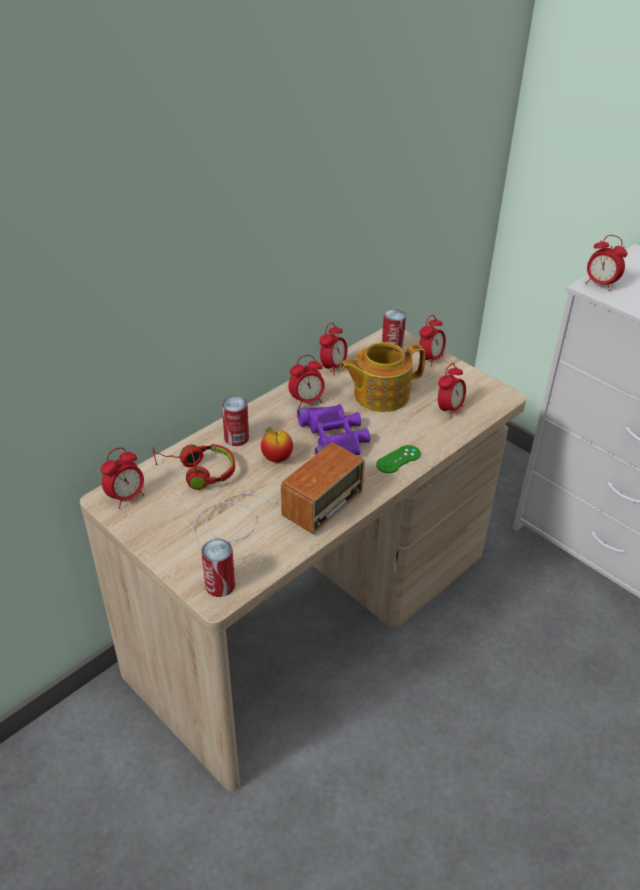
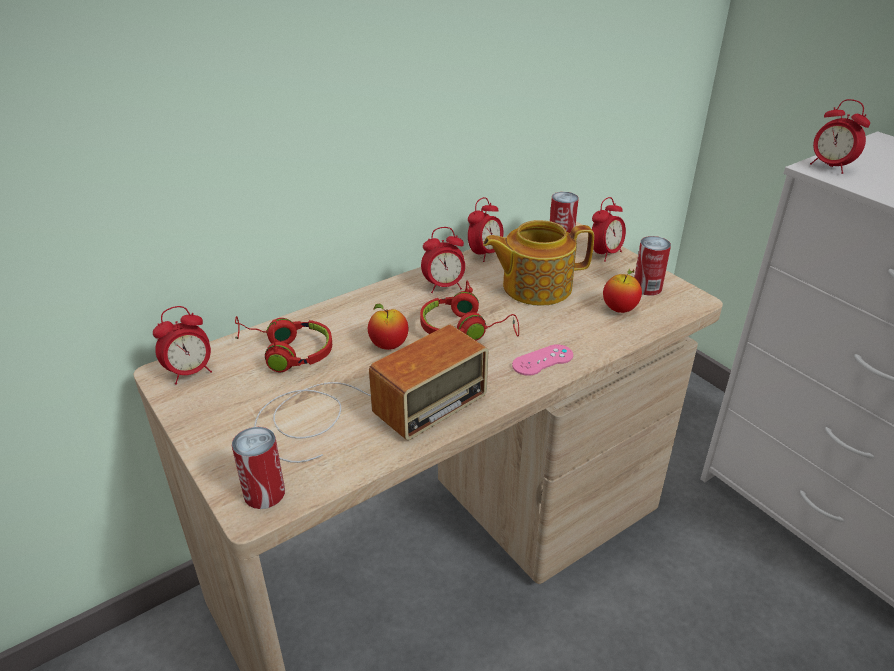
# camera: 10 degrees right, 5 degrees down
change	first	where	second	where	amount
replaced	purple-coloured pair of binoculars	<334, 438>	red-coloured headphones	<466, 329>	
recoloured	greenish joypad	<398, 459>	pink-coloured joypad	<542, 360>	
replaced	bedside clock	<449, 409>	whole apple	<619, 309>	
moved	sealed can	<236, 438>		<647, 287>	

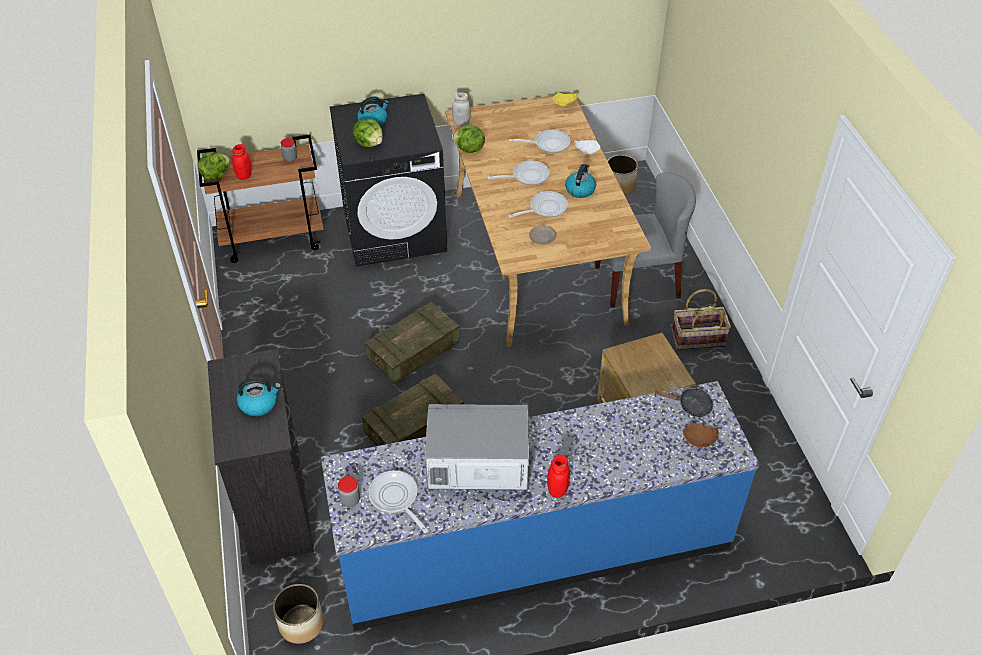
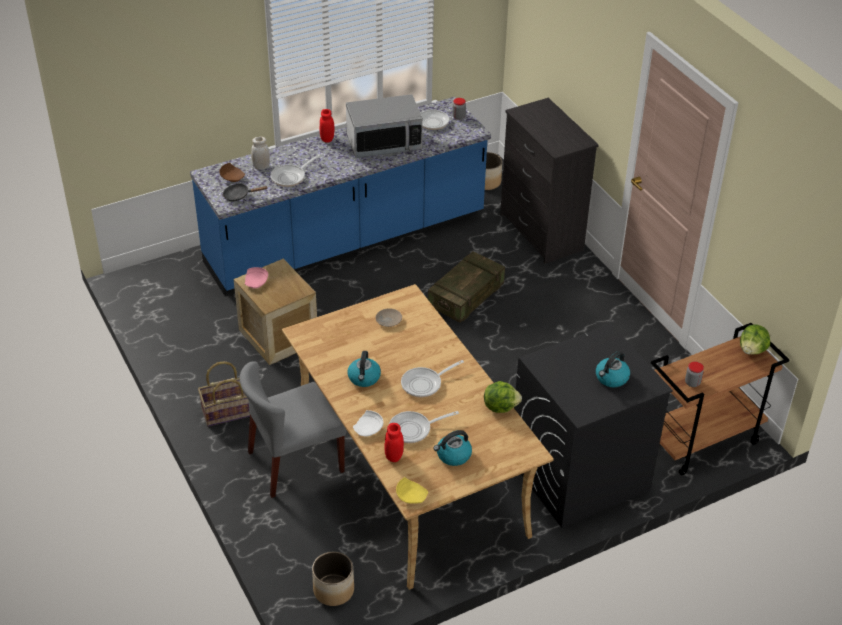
# camera: 165 degrees right, 5 degrees down
change	first	where	second	where	amount
added			pink-coloured plate	<256, 282>	
moved	white jar	<461, 123>		<261, 166>	
moved	pan	<545, 208>		<290, 177>	
moved	red-coloured jar	<244, 176>		<394, 456>	
moved	kettle	<259, 403>		<453, 455>	
removed	lettuce head	<369, 143>			
removed	packing crate	<413, 353>			

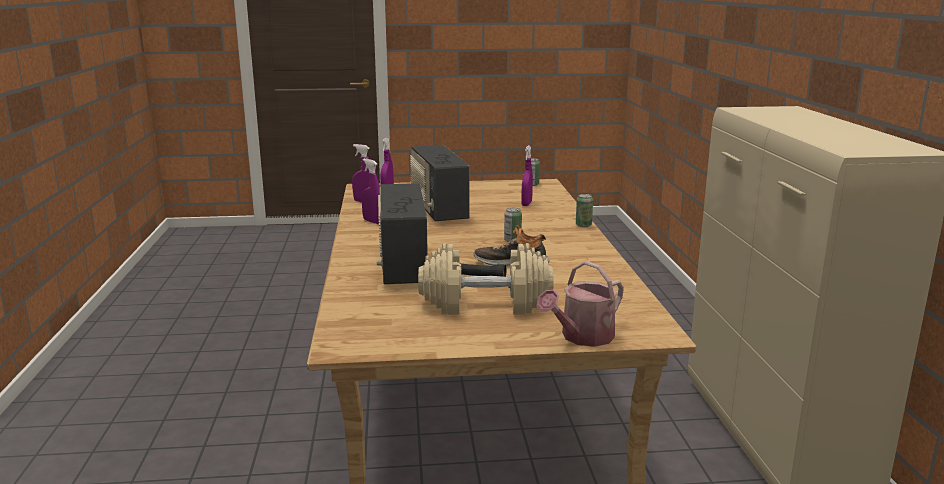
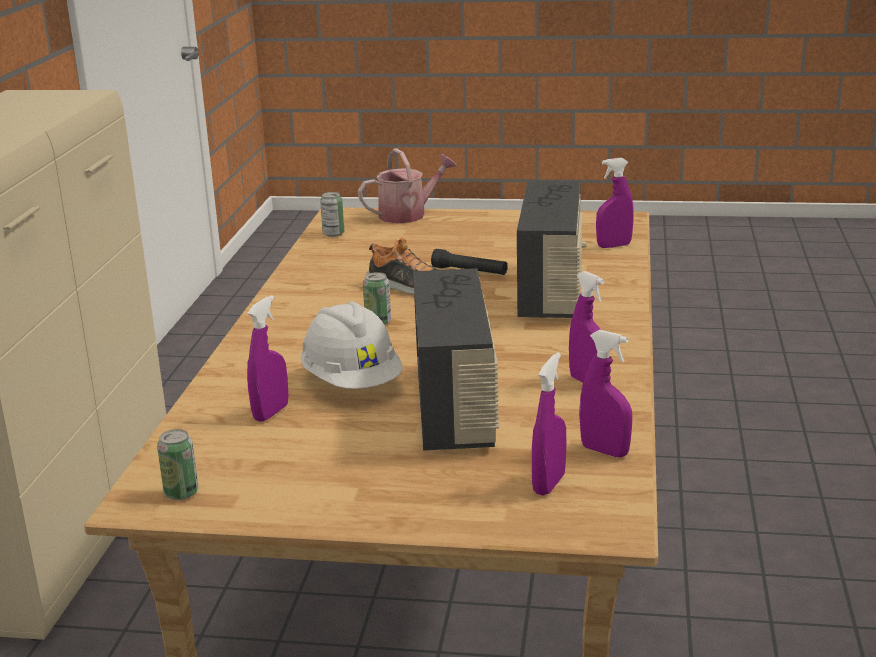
# camera: 165 degrees left, 5 degrees up
change	first	where	second	where	amount
added			white safety helmet	<352, 382>	
moved	sealed can	<583, 225>		<333, 234>	
added			purple-coloured hand sprayer	<614, 246>	
removed	beige-coloured dumbbell	<485, 304>			

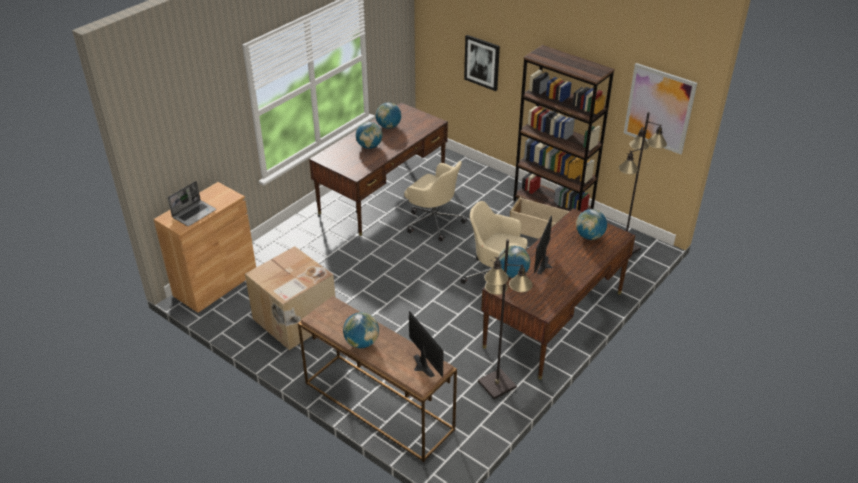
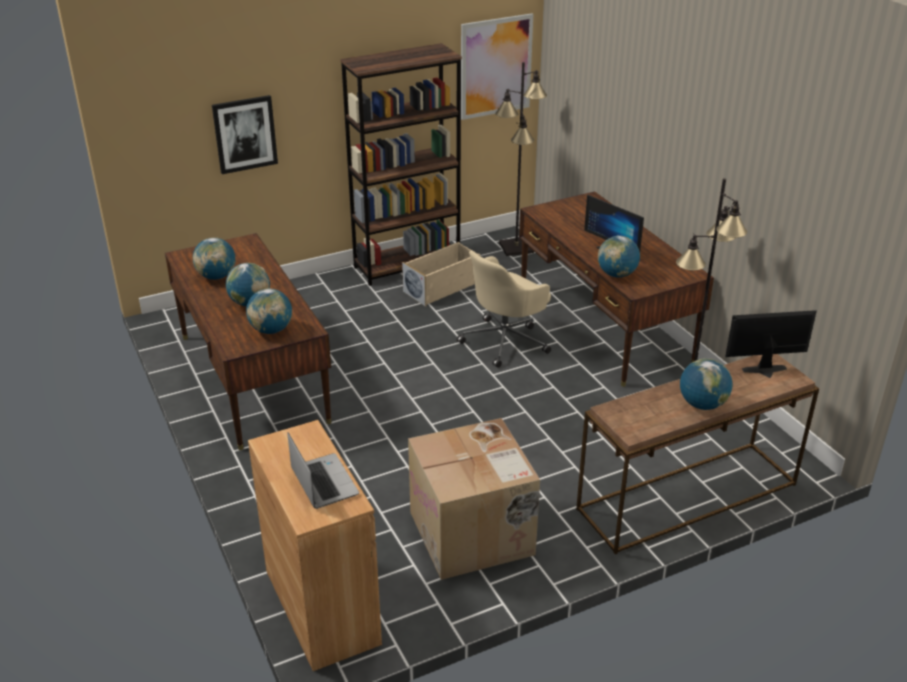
# camera: 65 degrees left, 5 degrees down
change	first	where	second	where	amount
moved	world globe	<589, 236>		<271, 330>	
removed	beige-coloured office chair	<433, 221>			

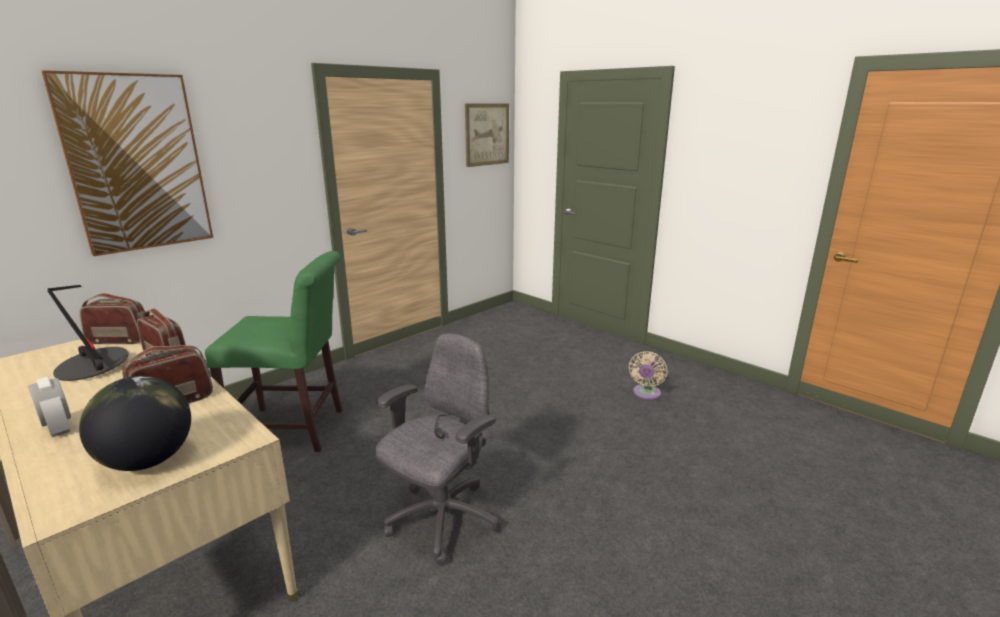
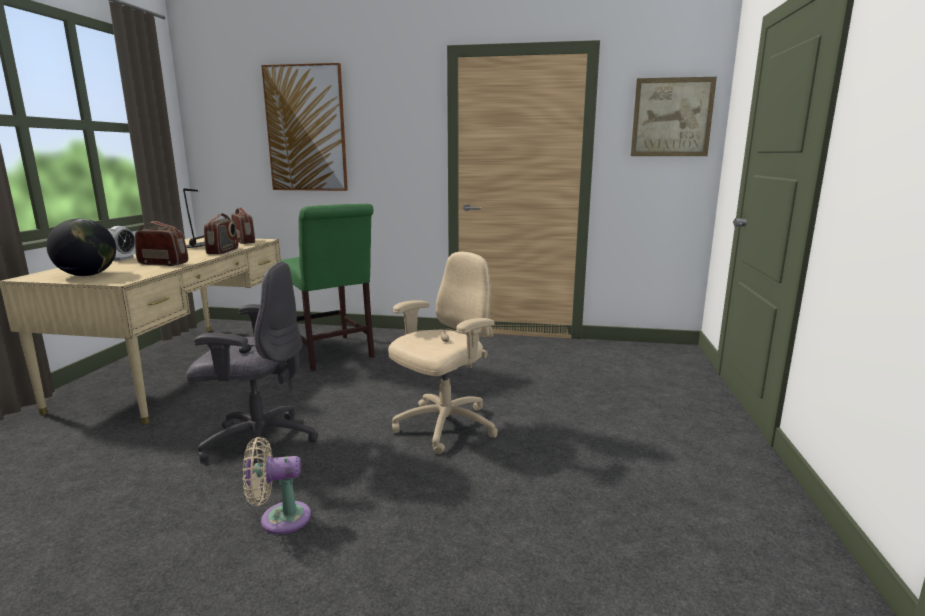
# camera: 55 degrees right, 5 degrees down
change	first	where	second	where	amount
moved	beige-coloured cooling fan	<646, 394>		<280, 519>	
added			beige-coloured office chair	<444, 427>	

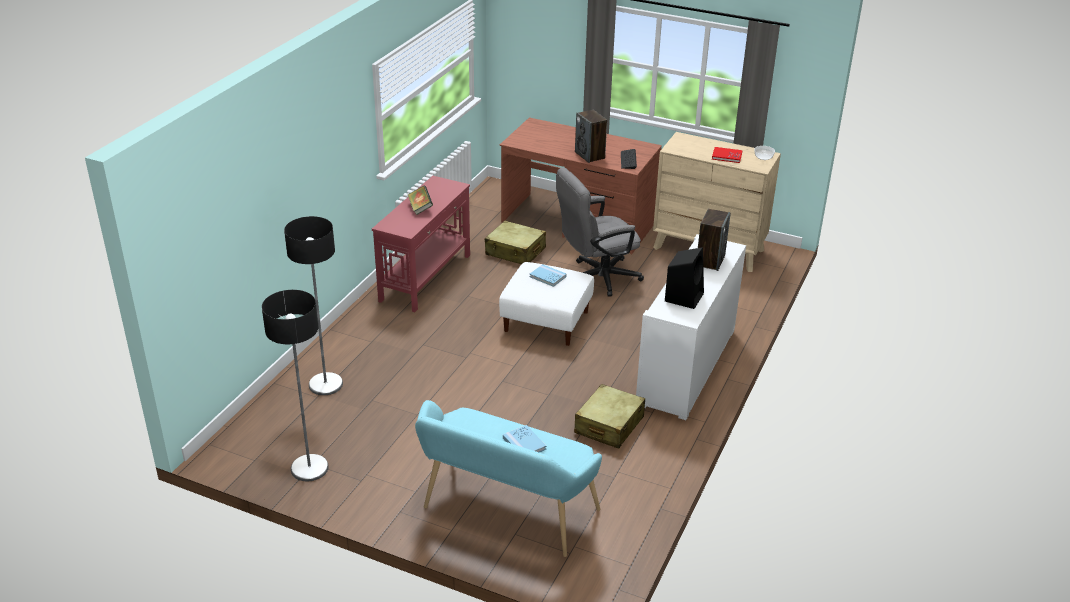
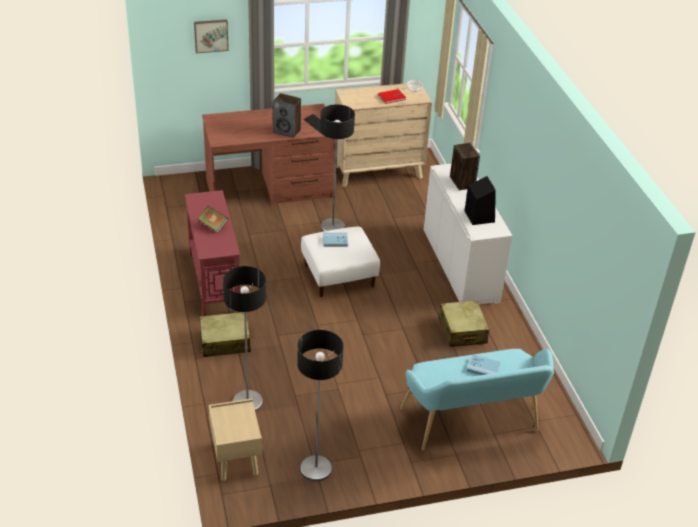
# camera: 40 degrees left, 5 degrees up
change	first	where	second	where	amount
added			wall picture	<211, 35>	
moved	beige-coloured piece of luggage	<515, 251>		<225, 341>	
added			beige-coloured bedside table	<235, 458>	
replaced	grey office chair	<596, 278>	floor lamp	<332, 226>	

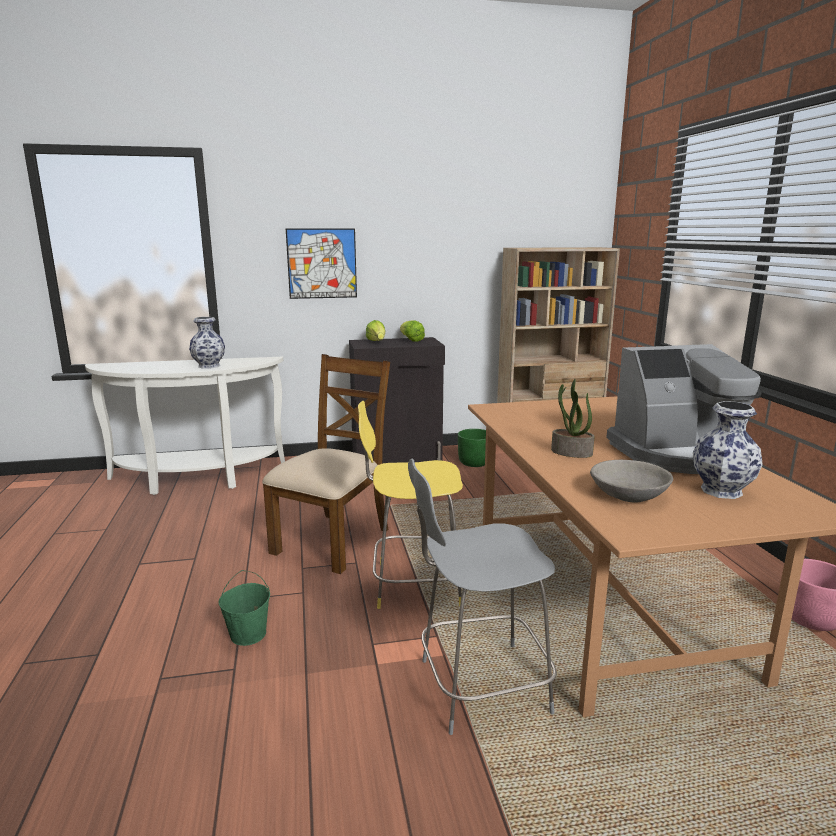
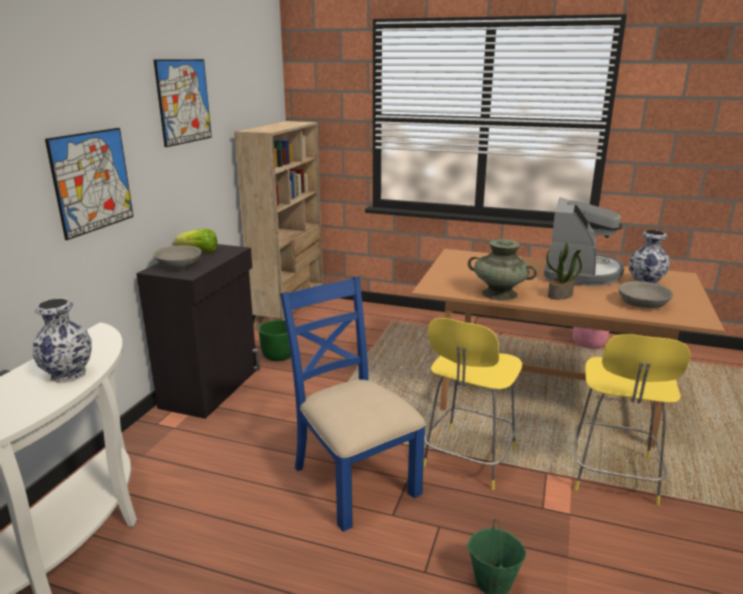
# camera: 60 degrees left, 5 degrees up
change	first	where	second	where	amount
replaced	lettuce head	<377, 342>	grey serving bowl	<179, 265>	
added			wall picture	<184, 101>	
recoloured	brown plain chair	<333, 540>	blue plain chair	<353, 480>	
added			turquoise-coloured vase	<499, 294>	
recoloured	grey stool	<479, 687>	yellow stool	<613, 475>	

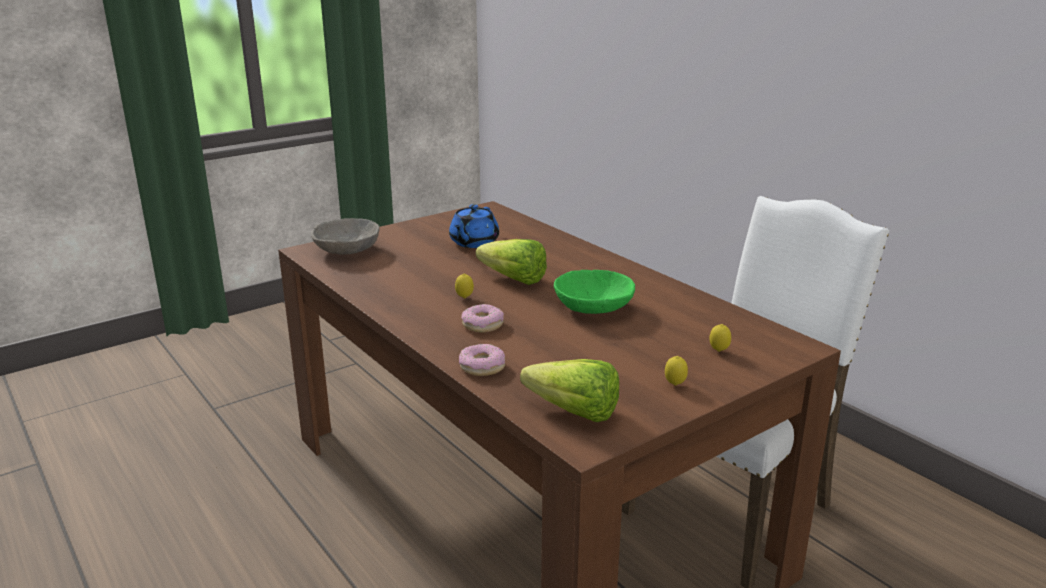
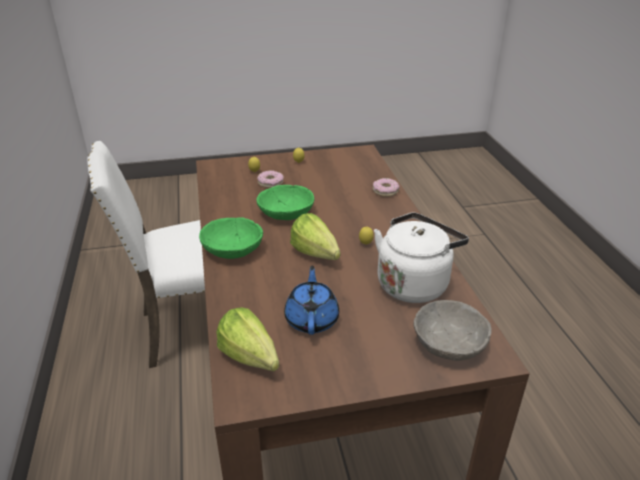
# camera: 155 degrees left, 10 degrees up
change	first	where	second	where	amount
added			greenish serving bowl	<233, 250>	
moved	lettuce head	<567, 410>		<252, 361>	
moved	ring doughnut	<482, 325>		<270, 183>	
turned	blue pot for tea	<473, 243>		<312, 319>	45 degrees counterclockwise
added			white kettle	<414, 283>	

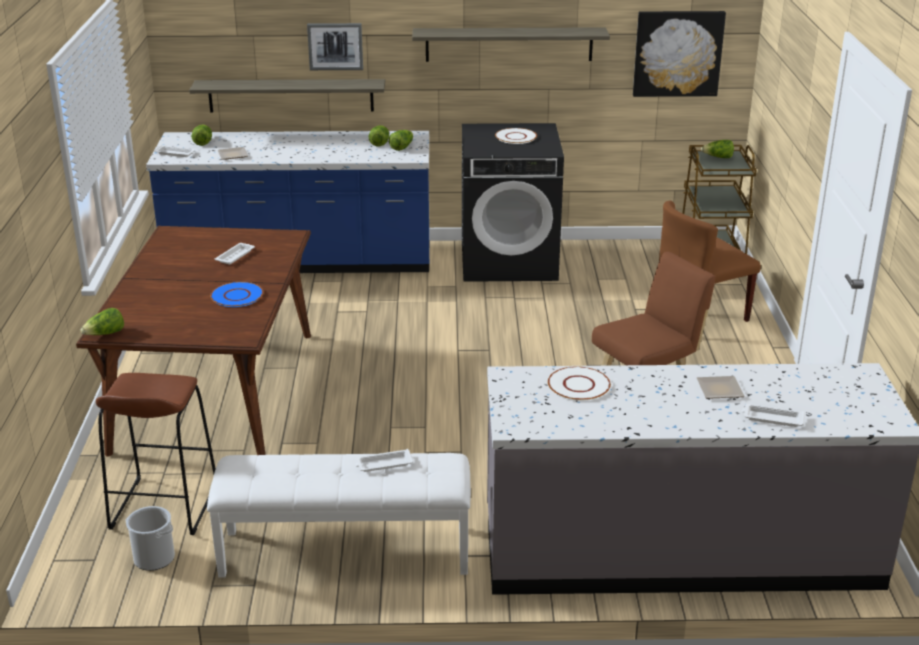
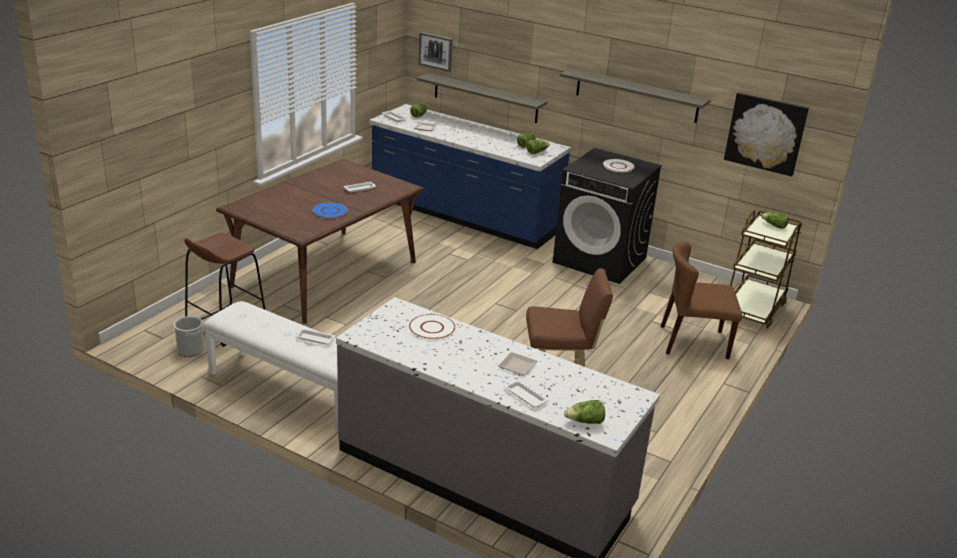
# camera: 30 degrees right, 0 degrees up
change	first	where	second	where	amount
moved	wall picture	<335, 46>		<436, 51>	
moved	lettuce head	<105, 334>		<585, 422>	

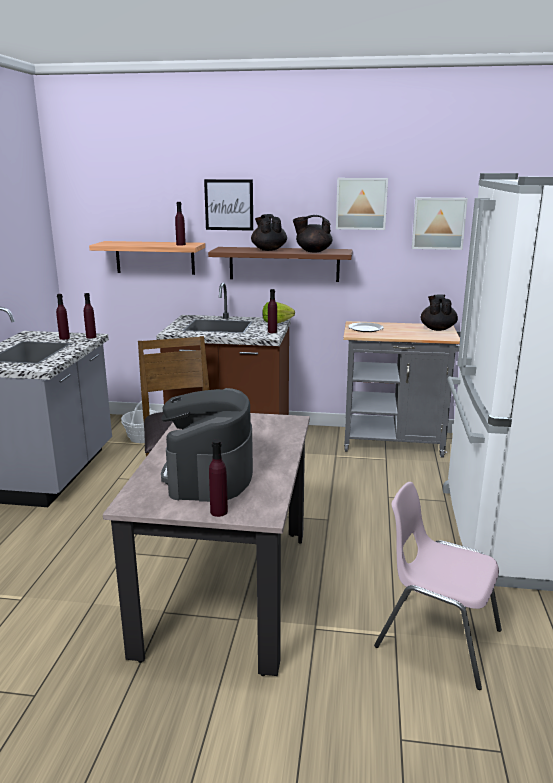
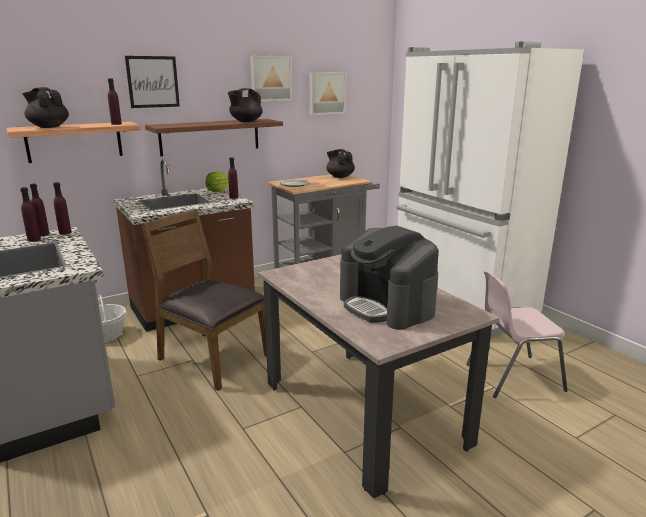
# camera: 40 degrees left, 0 degrees up
change	first	where	second	where	amount
moved	blackish pot for tea	<268, 250>		<48, 127>	
moved	purple-coloured beverage bottle	<219, 512>		<43, 234>	

